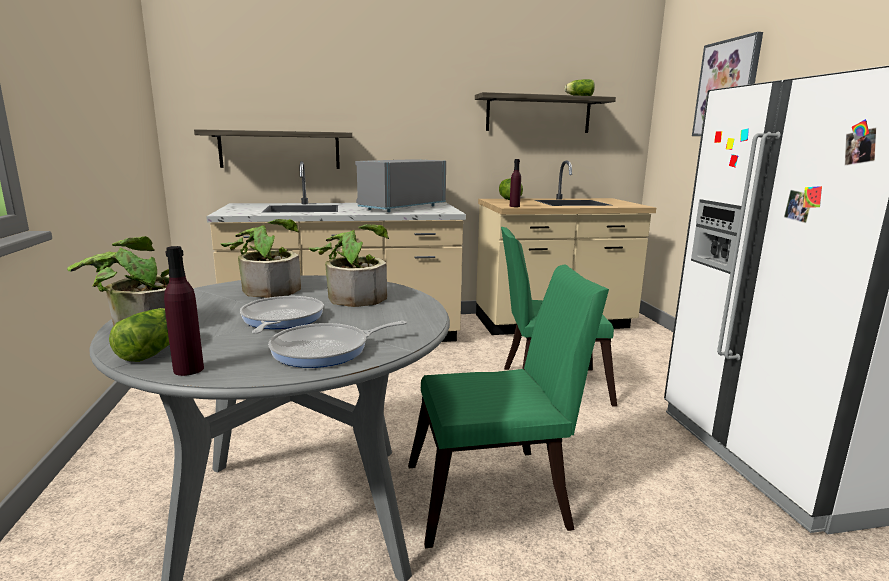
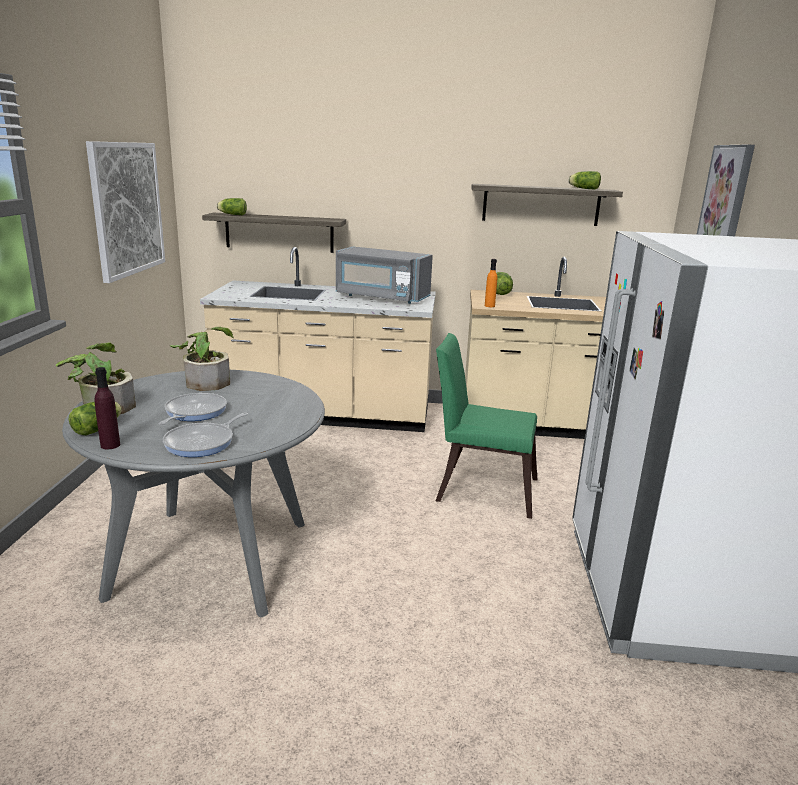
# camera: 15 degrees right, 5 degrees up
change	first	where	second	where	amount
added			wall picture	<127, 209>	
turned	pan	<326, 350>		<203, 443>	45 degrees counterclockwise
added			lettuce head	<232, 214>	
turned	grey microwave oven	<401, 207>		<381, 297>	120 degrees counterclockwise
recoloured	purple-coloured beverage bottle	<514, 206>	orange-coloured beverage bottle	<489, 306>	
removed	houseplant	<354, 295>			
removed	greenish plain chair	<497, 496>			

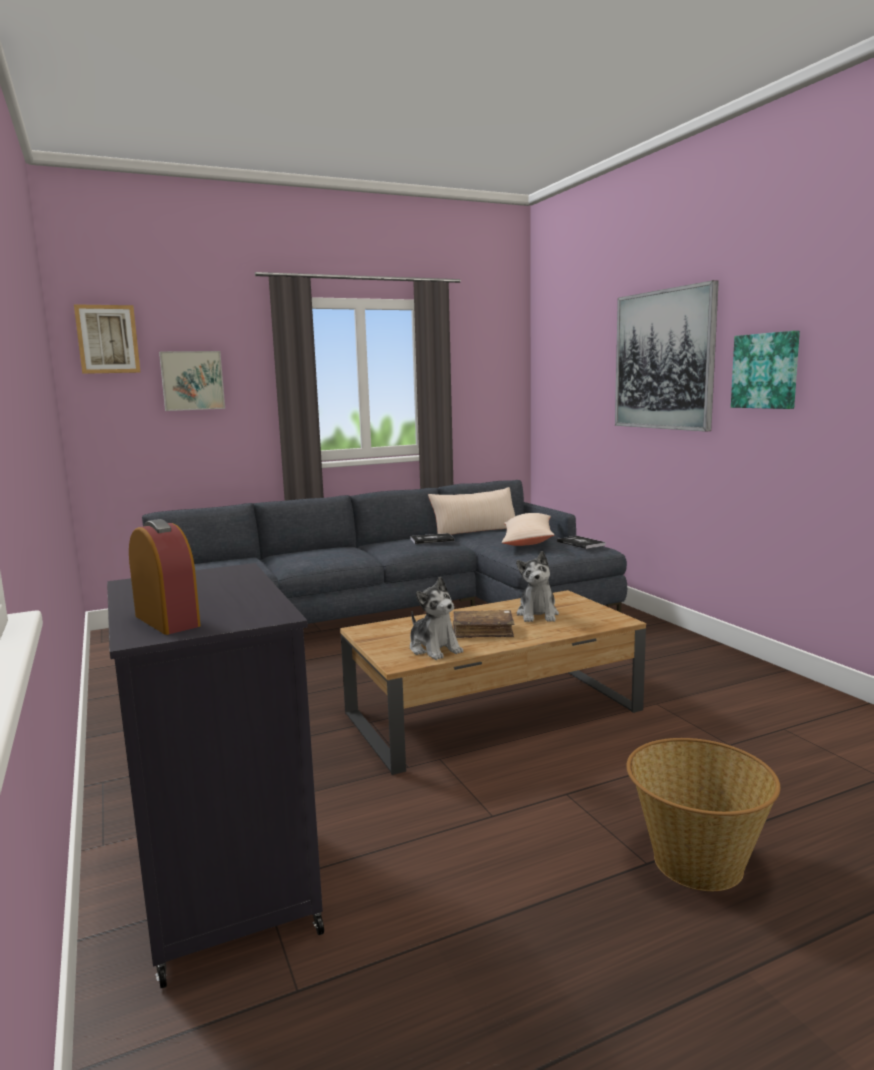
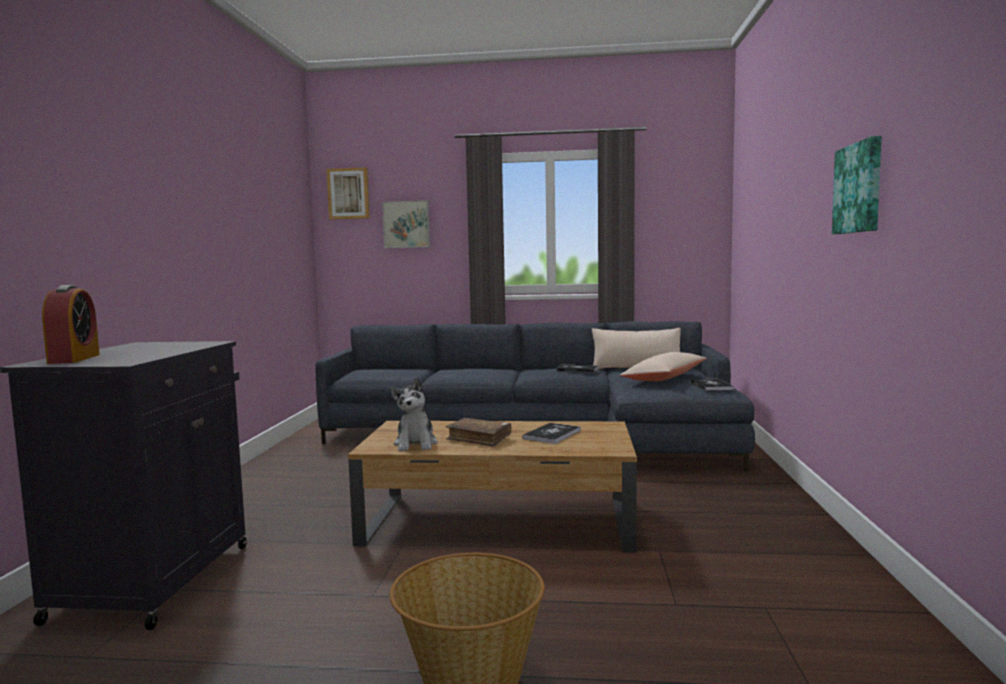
# camera: 30 degrees right, 5 degrees down
change	first	where	second	where	amount
replaced	soft toy	<538, 614>	volume	<552, 434>	
removed	wall picture	<664, 360>			

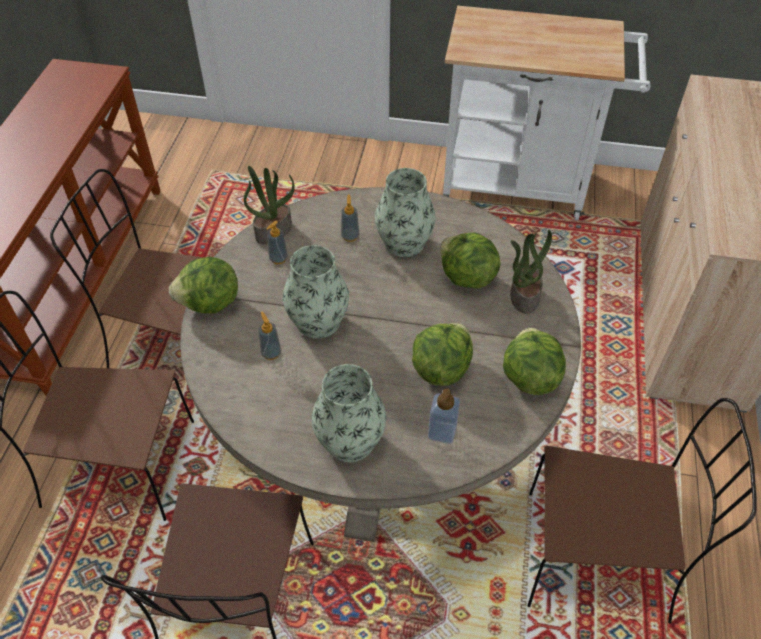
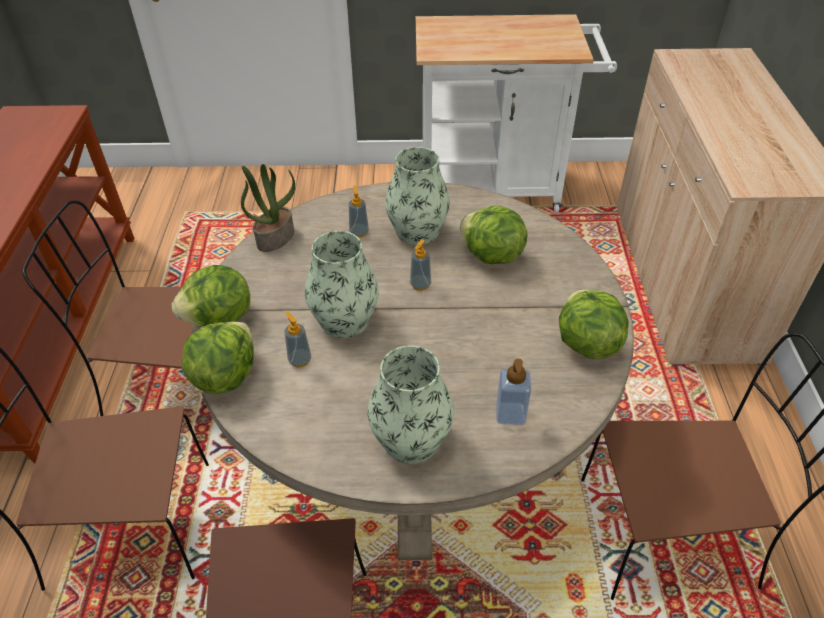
# camera: 10 degrees left, 5 degrees down
change	first	where	second	where	amount
moved	lettuce head	<441, 368>		<224, 375>	
moved	liquid soap bottle	<278, 259>		<420, 285>	
removed	houseplant	<523, 295>			

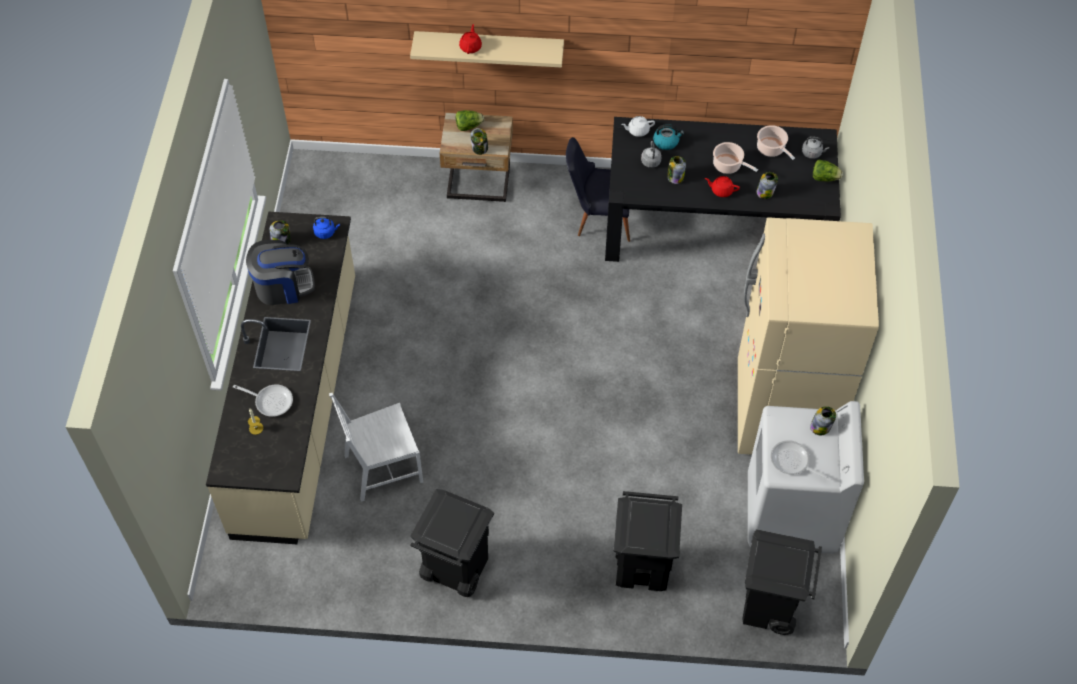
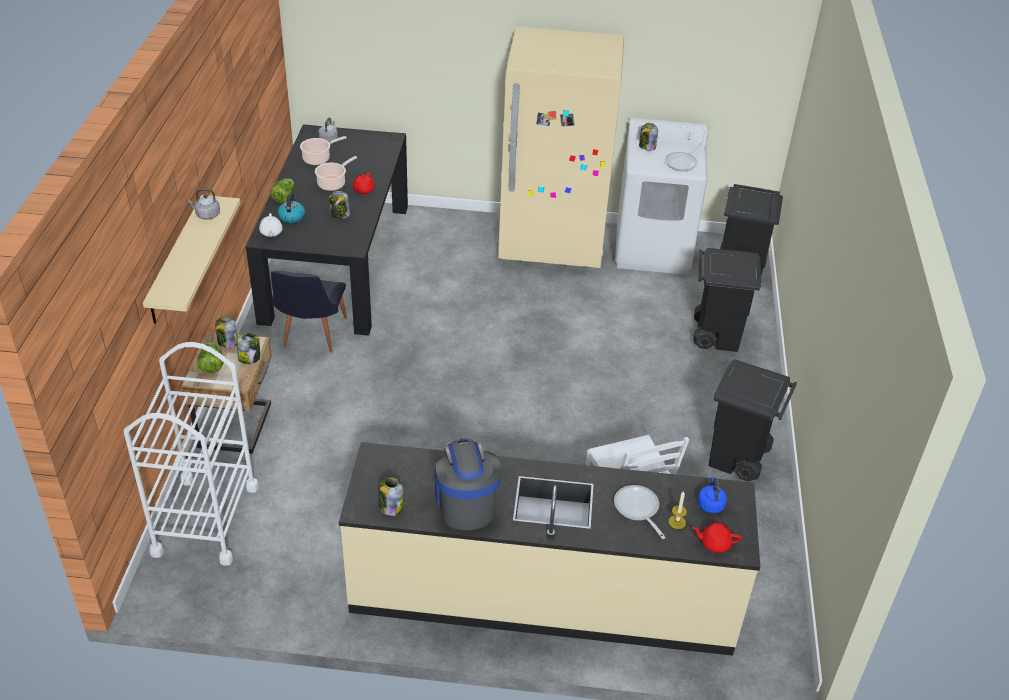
# camera: 90 degrees left, 15 degrees down
change	first	where	second	where	amount
added			white wheeled cart	<206, 520>	
moved	grey kettle	<650, 161>		<206, 215>	
moved	jar	<765, 192>		<227, 342>	
moved	lettuce head	<824, 178>		<284, 198>	
turned	pan	<271, 401>		<638, 509>	45 degrees counterclockwise
moved	red-coloured pot for tea	<471, 47>		<714, 543>	
moved	blue kettle	<326, 232>		<710, 504>	

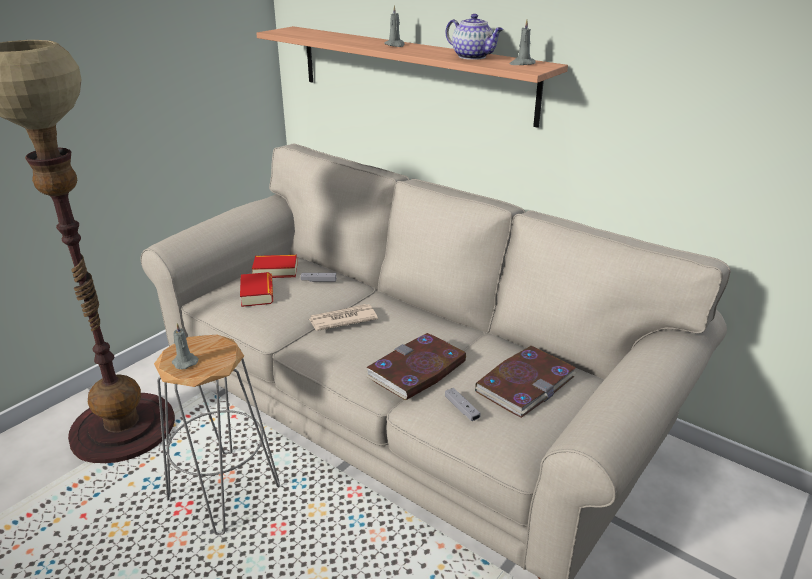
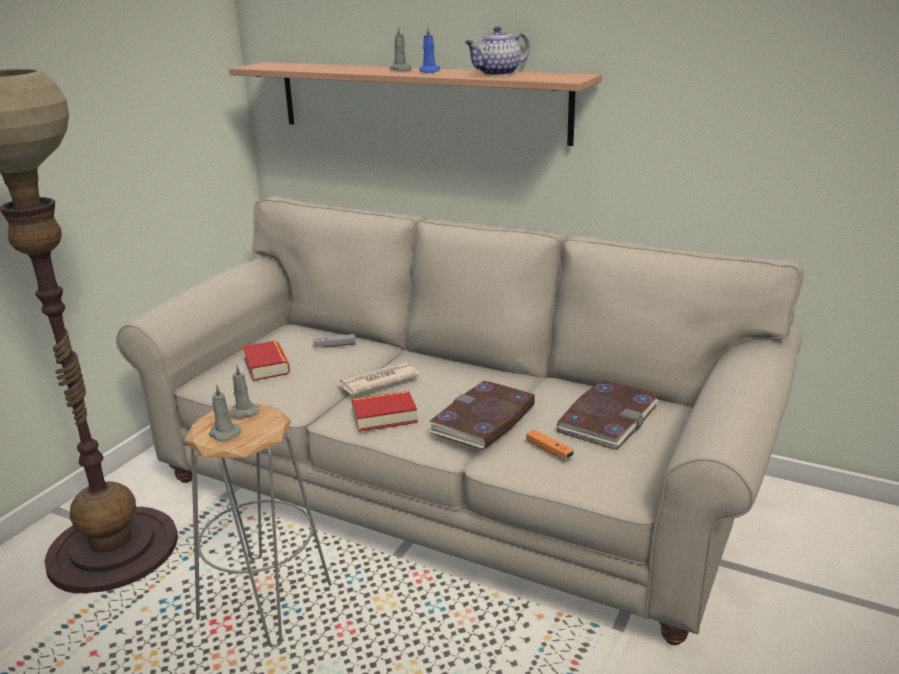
# camera: 10 degrees left, 5 degrees down
change	first	where	second	where	amount
moved	grey wax candle	<522, 64>		<242, 413>	
moved	volume	<275, 270>		<384, 417>	
added			blue wax candle	<429, 71>	
turned	pot for tea	<473, 57>		<497, 73>	120 degrees clockwise
recoloured	grey joypad	<462, 409>	orange-coloured joypad	<549, 450>	

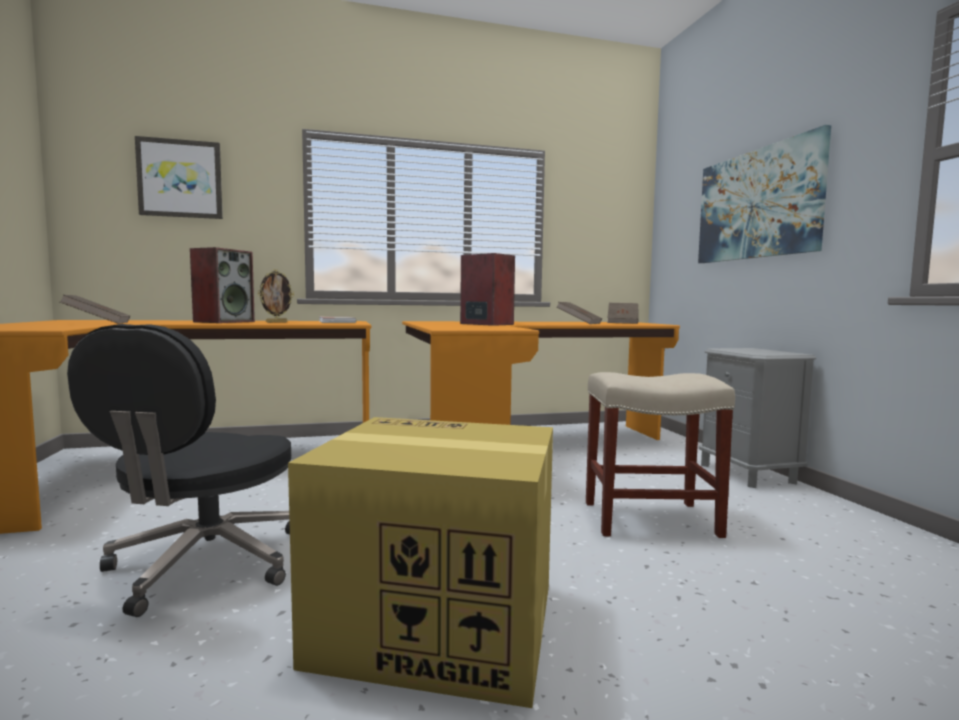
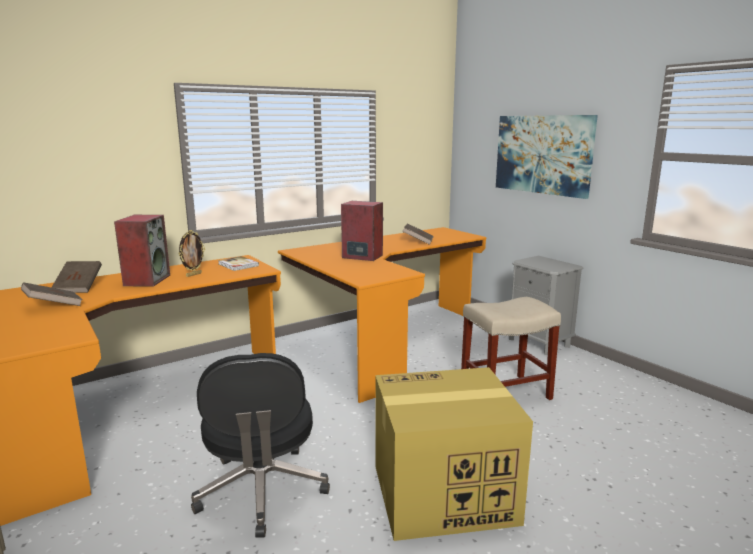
# camera: 20 degrees left, 10 degrees up
change	first	where	second	where	amount
moved	brown volume	<622, 323>		<79, 287>	
removed	wall picture	<180, 179>			

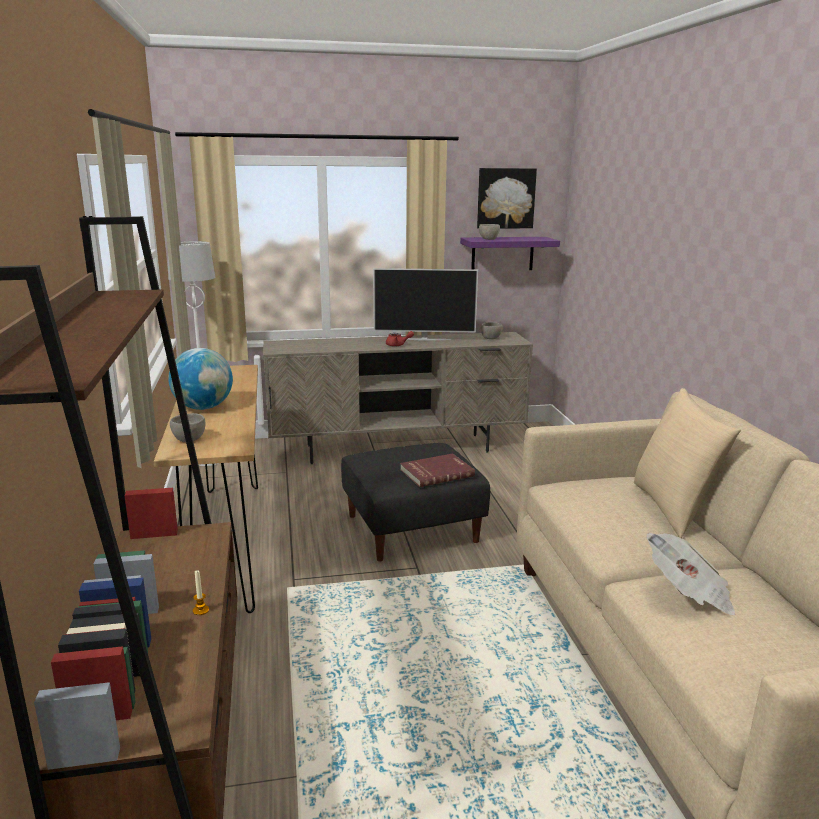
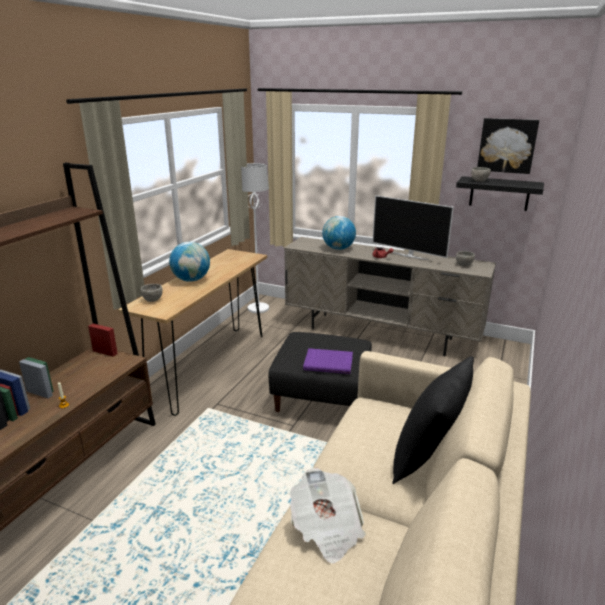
# camera: 35 degrees right, 5 degrees up
change	first	where	second	where	amount
recoloured	red-coloured volume	<436, 472>	purple-coloured volume	<328, 362>	
added			world globe	<338, 248>	
recoloured	beige-coloured cushion	<673, 508>	blackish cushion	<428, 457>	
recoloured	purple-coloured wall shelf	<502, 253>	blackish wall shelf	<499, 193>	

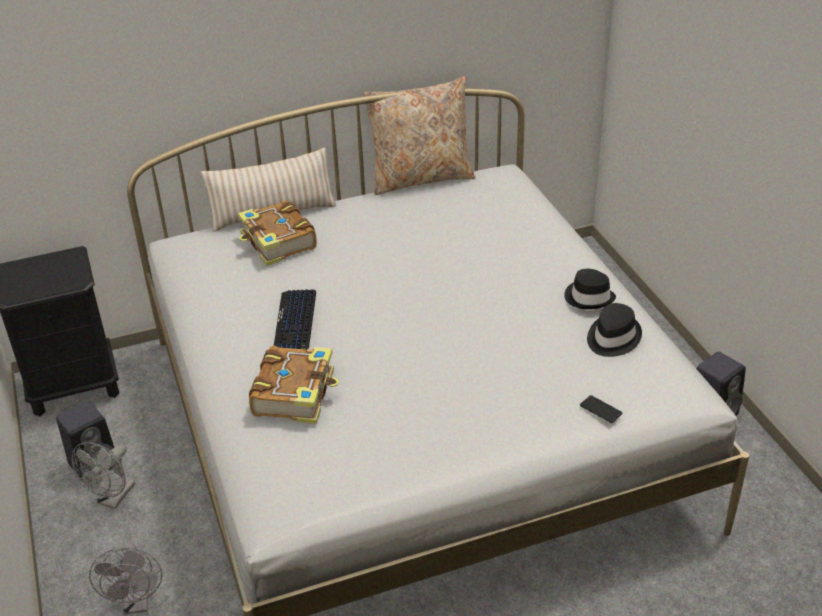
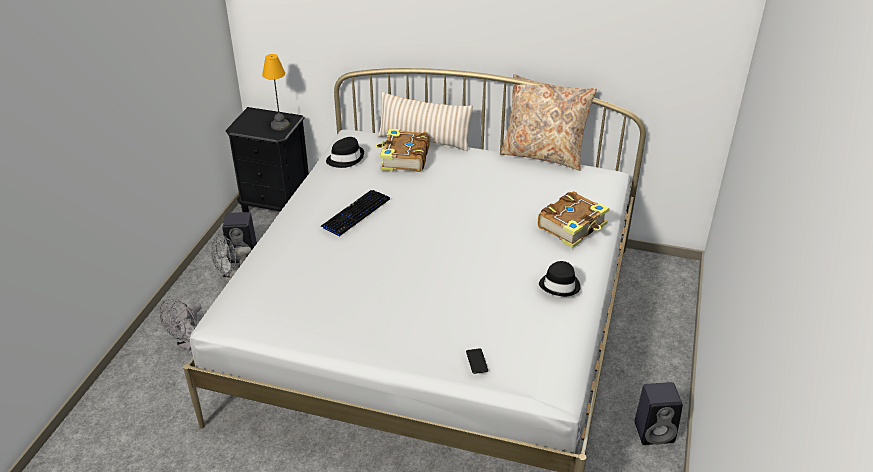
# camera: 35 degrees right, 0 degrees up
change	first	where	second	where	amount
added			tabletop lamp	<279, 125>	
moved	blackish hat	<612, 338>		<345, 158>	
moved	volume	<295, 393>		<573, 226>	

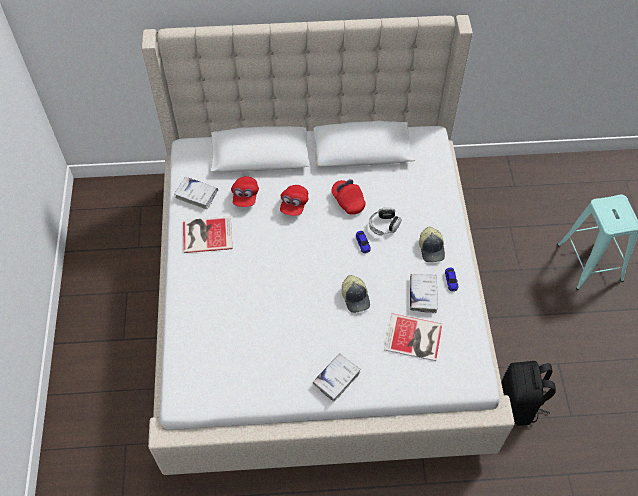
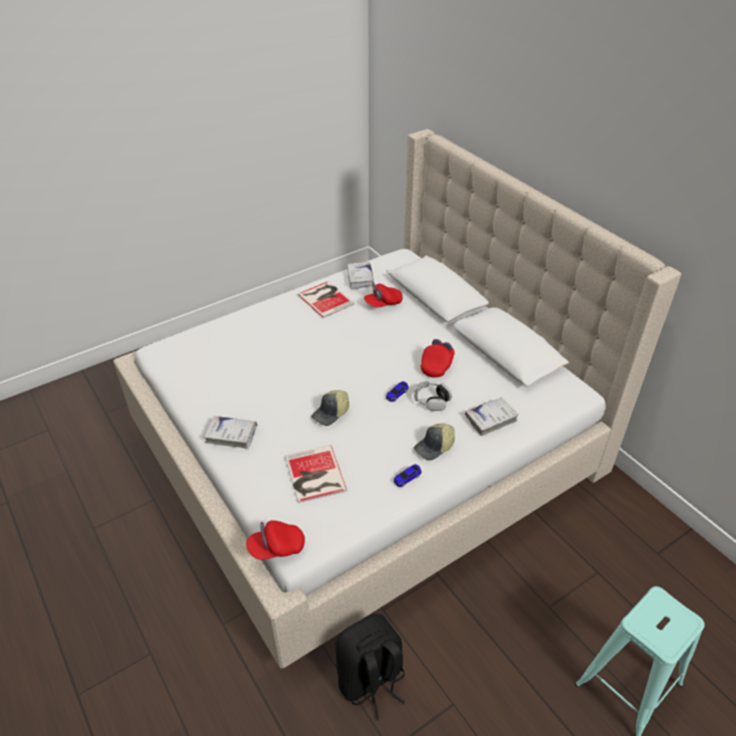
# camera: 60 degrees right, 15 degrees down
change	first	where	second	where	amount
moved	red-coloured peaked cap	<294, 205>		<276, 548>	
moved	white volume	<423, 295>		<491, 419>	

